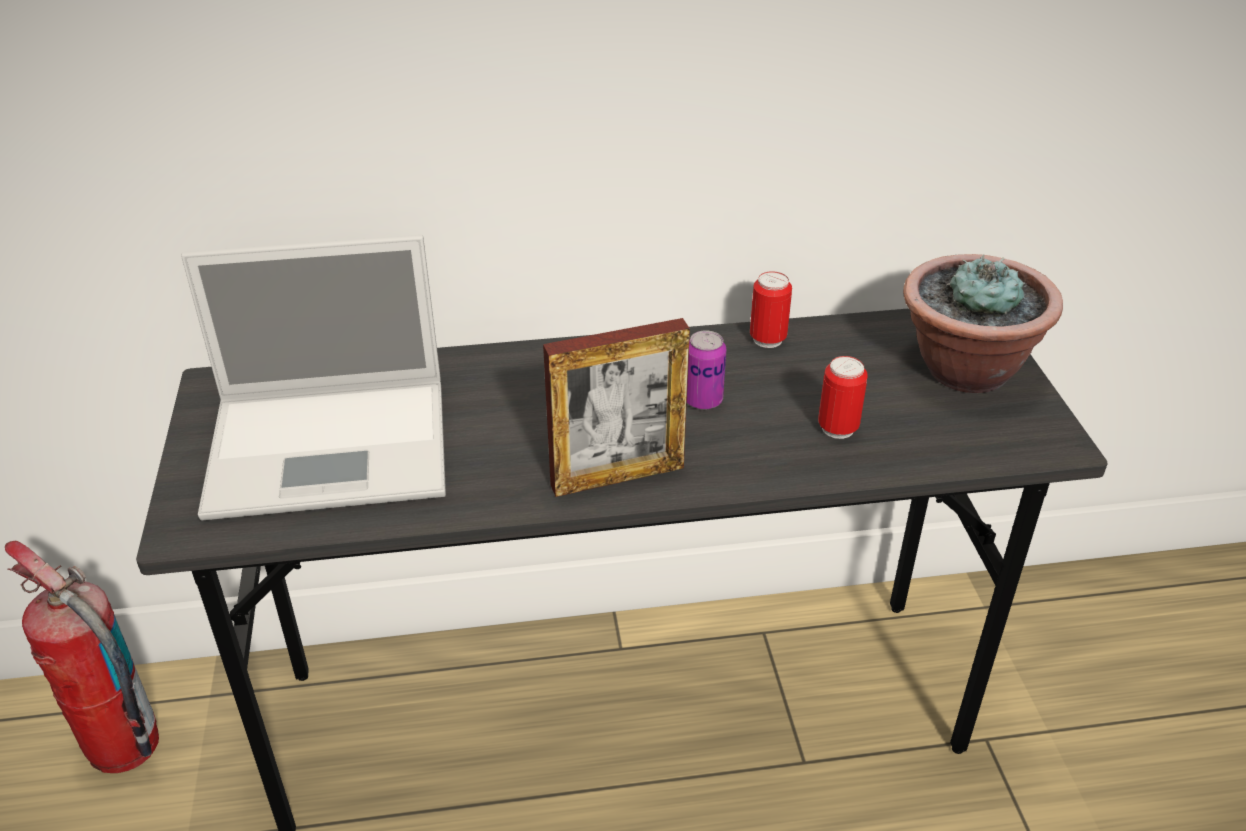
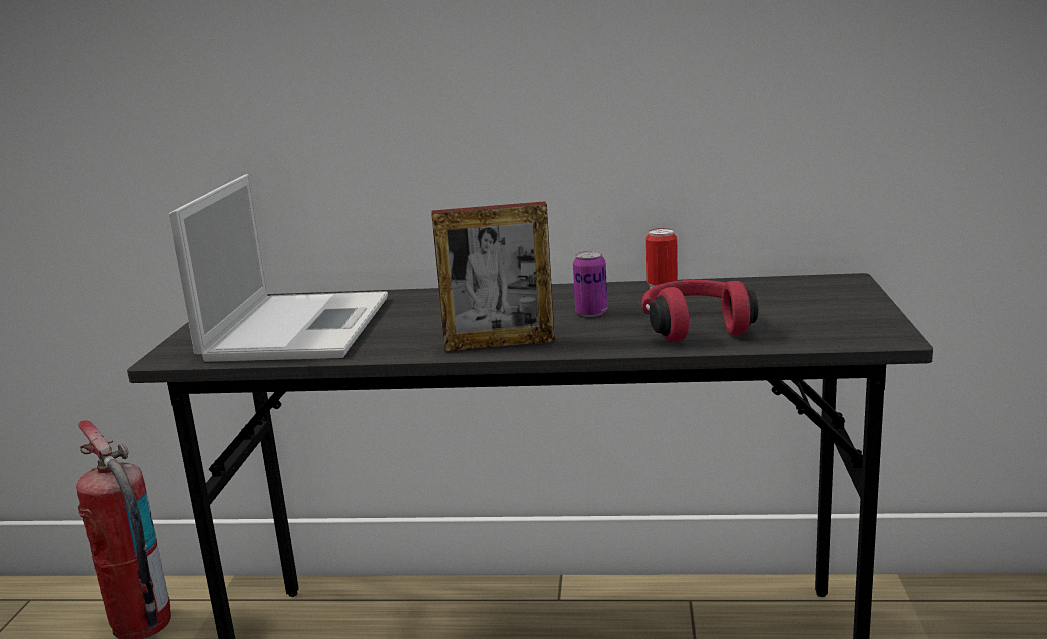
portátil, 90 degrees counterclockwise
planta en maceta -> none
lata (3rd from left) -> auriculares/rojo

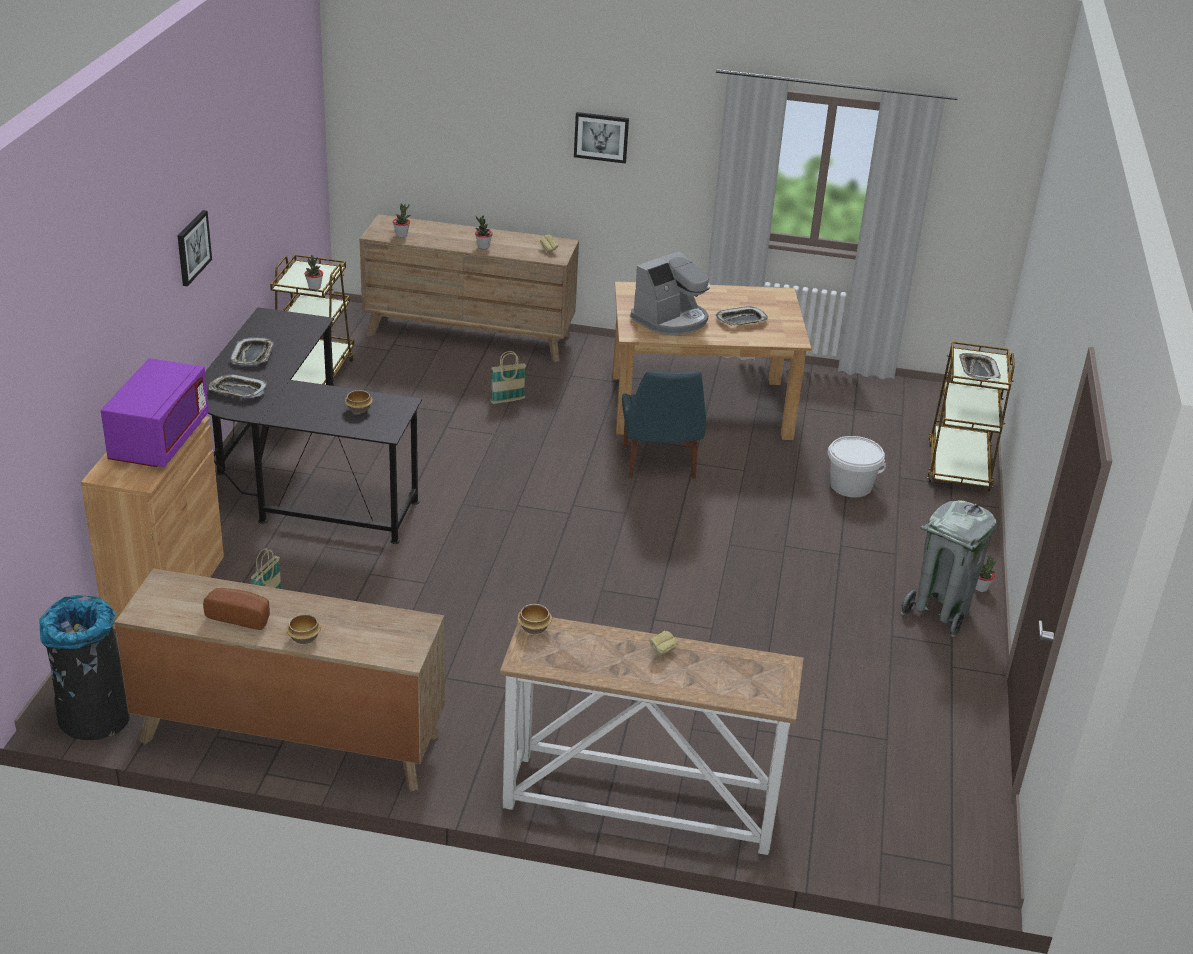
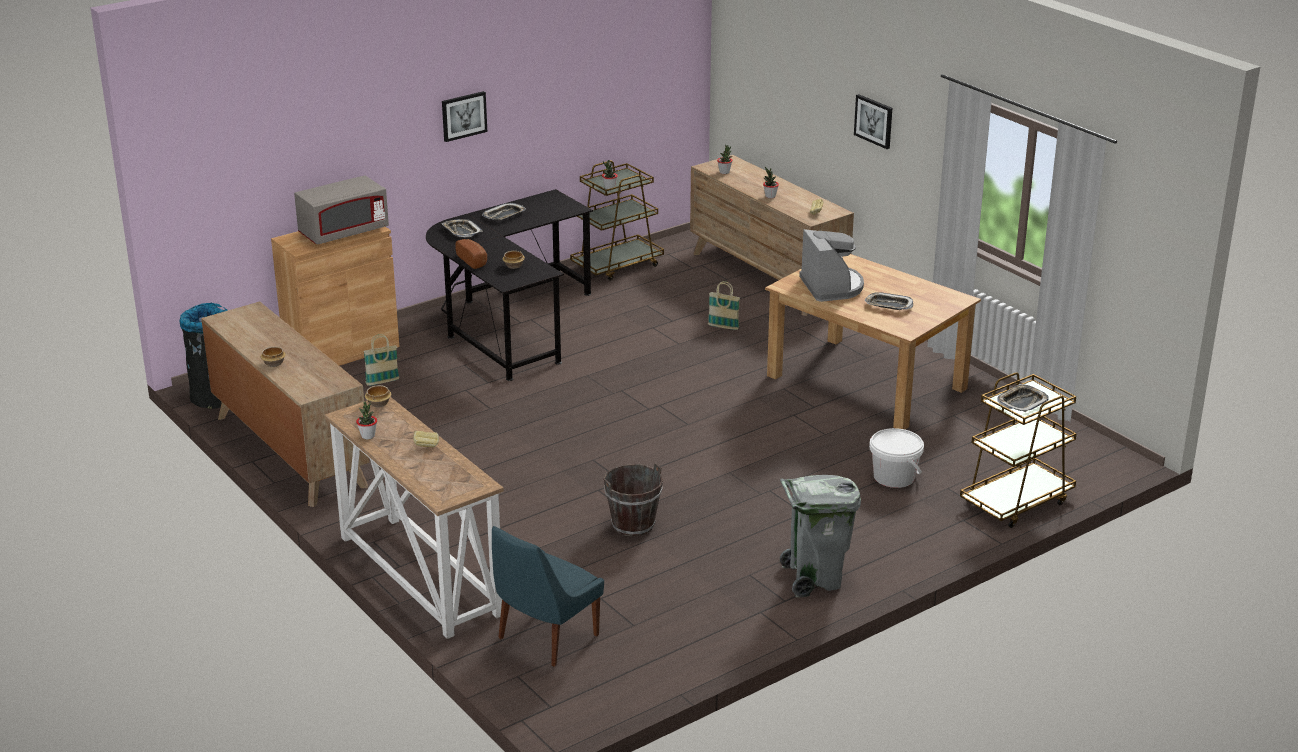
cafetera, 105 degrees counterclockwise
microondas/morado -> microondas/gris
silla/azul, moved
planta en maceta (4th from left in the first image) -> planta en maceta (1st from left), moved
pan (1st from left in the first image) -> pan (2nd from left), moved
none -> cubo/marrón

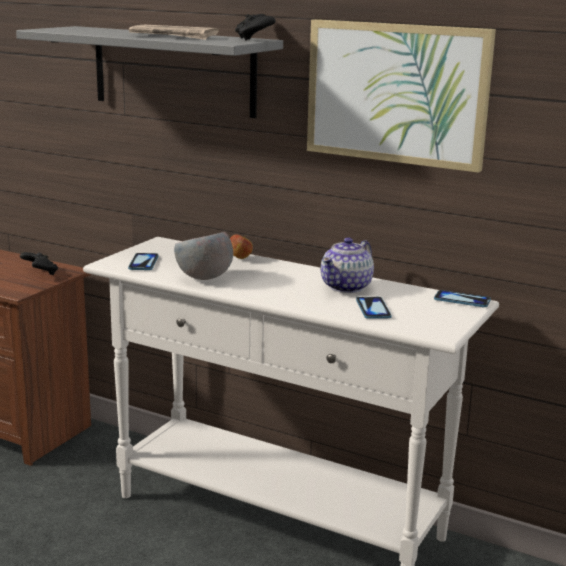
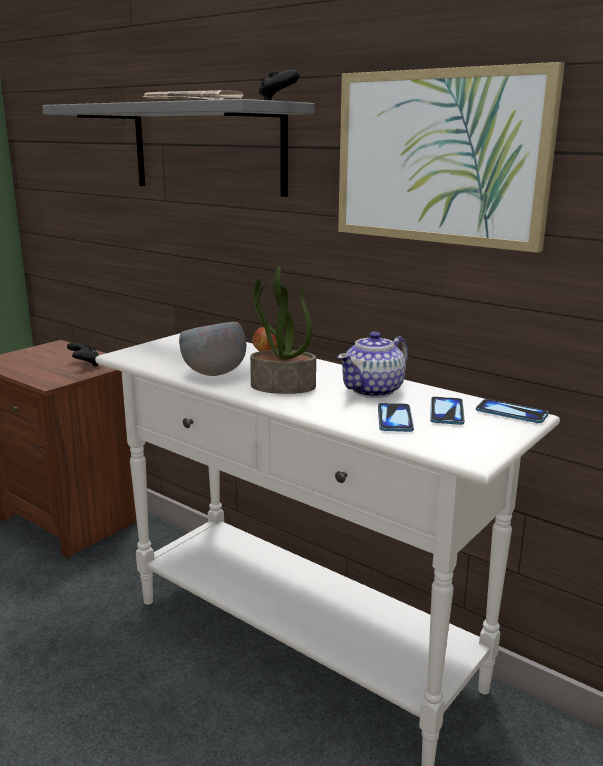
móvil (1st from left in the first image) -> móvil (2nd from left), moved
none -> planta en maceta

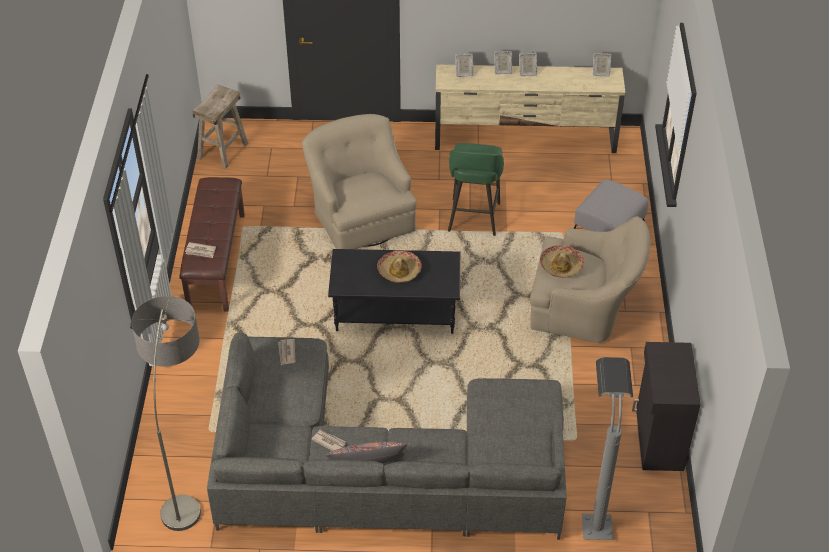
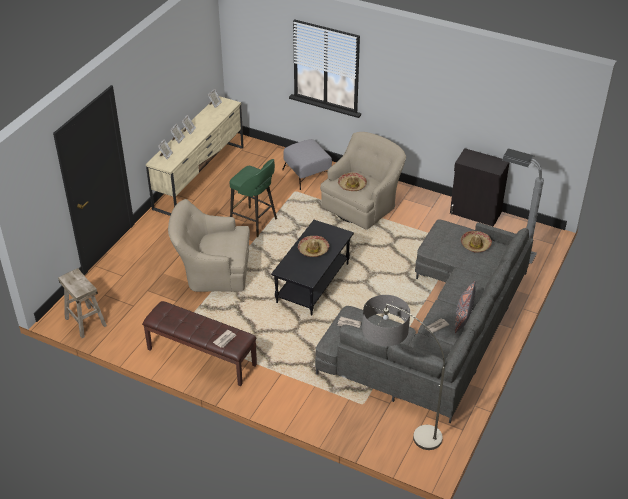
none -> sombrero (3rd from left)

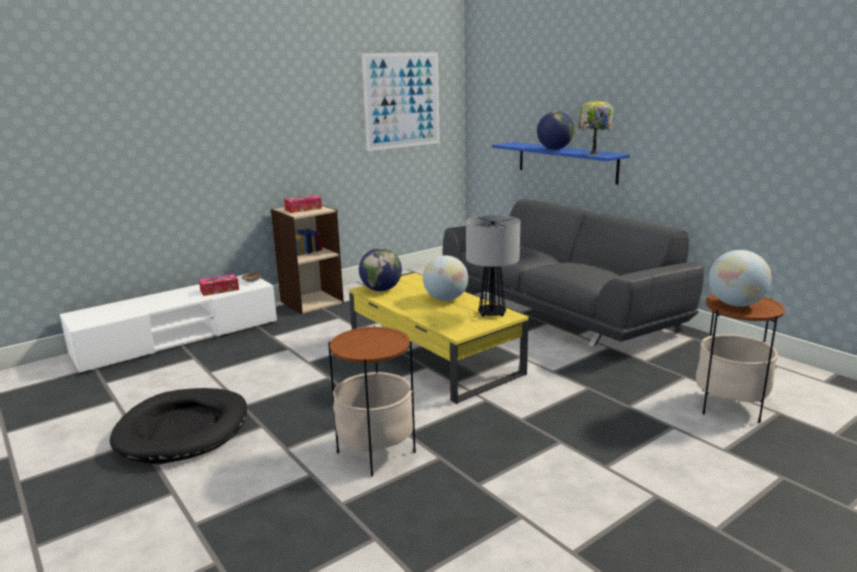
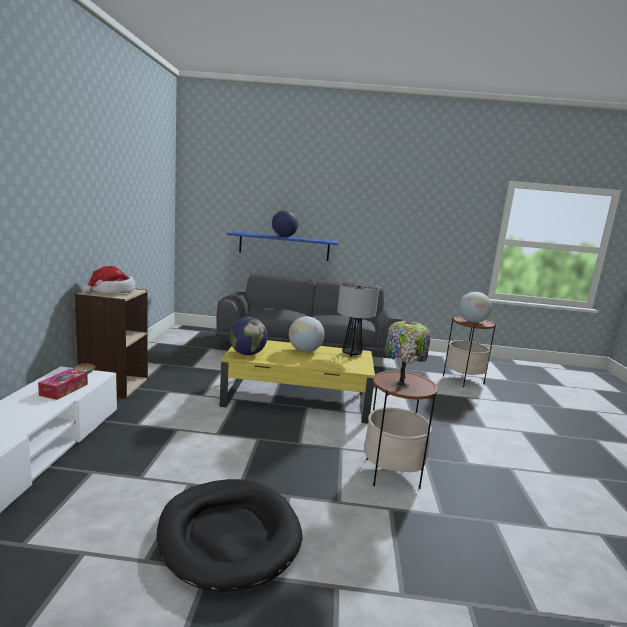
cuadro -> none
lámpara de mesa (2nd from left), moved
caja de pañuelos (2nd from left) -> sombrero

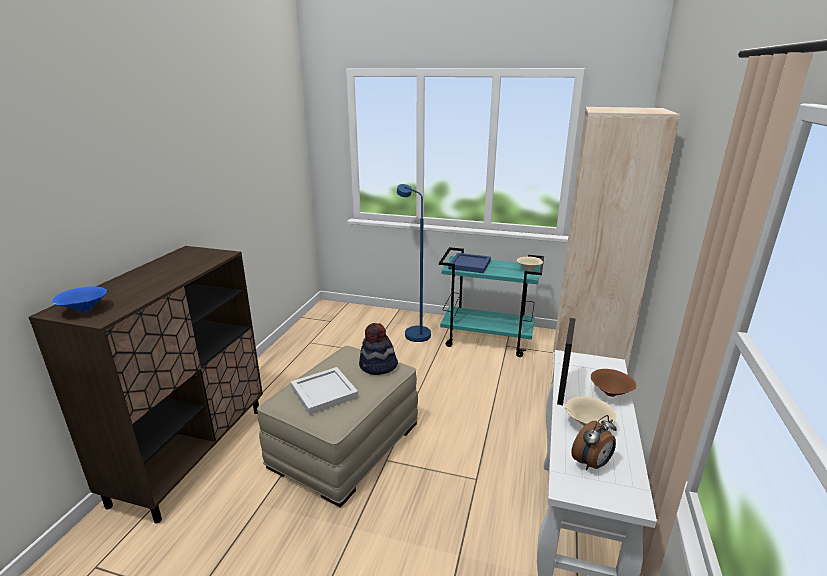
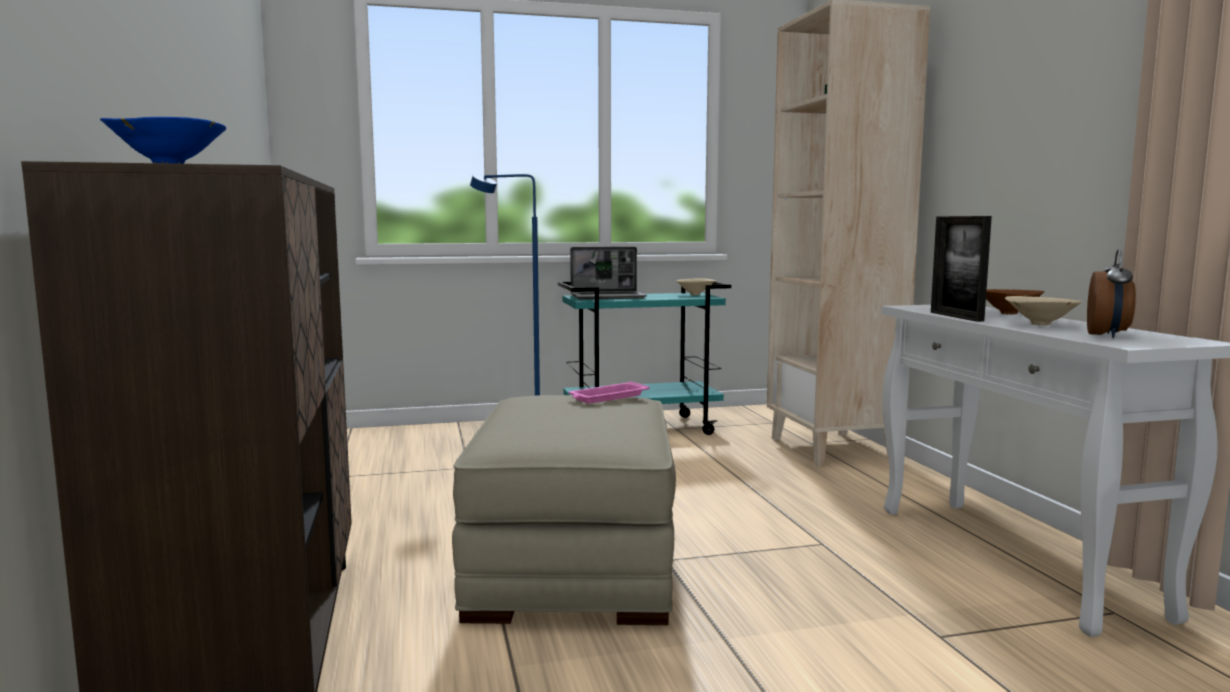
bandeja/azul -> portátil
sombrero -> bandeja/rosa
bandeja/blanco -> none

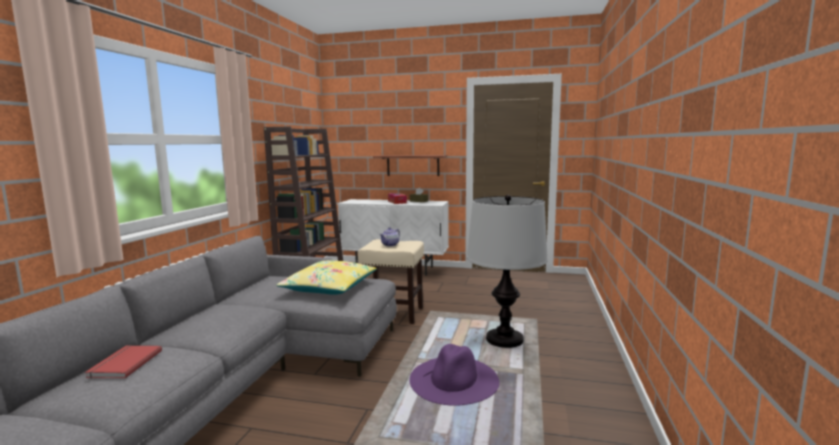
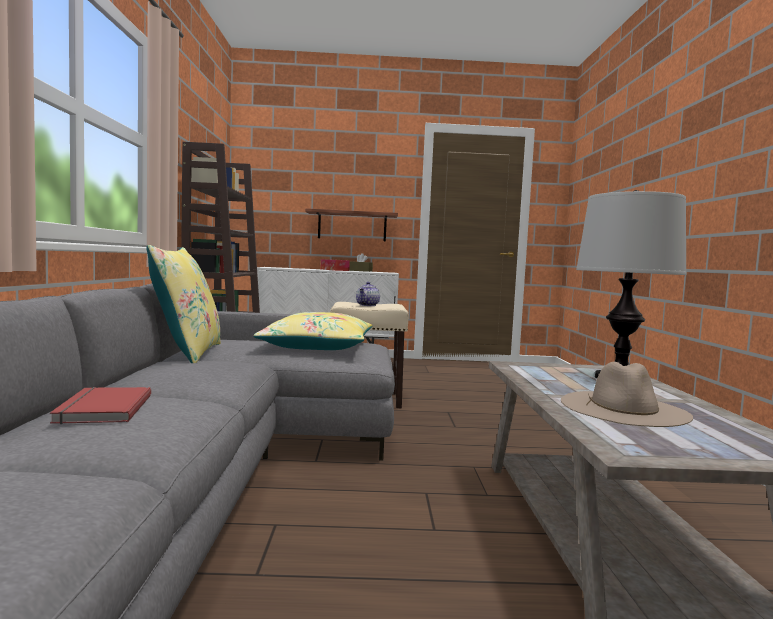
sombrero/morado -> sombrero/beis
none -> cojín/amarillo (1st from left)

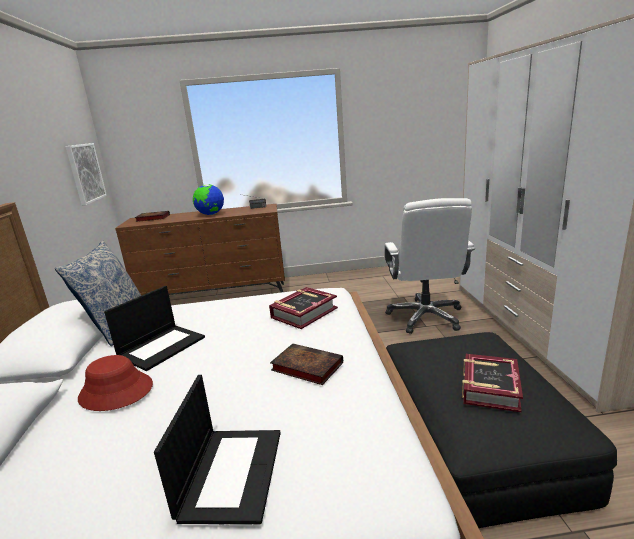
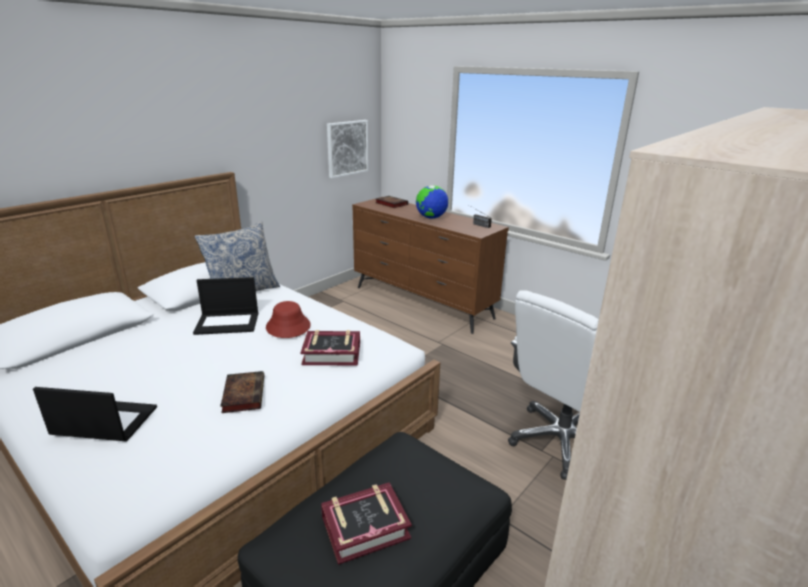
sombrero/rojo, moved
portátil (2nd from left in the first image) -> portátil (1st from left), 135 degrees counterclockwise

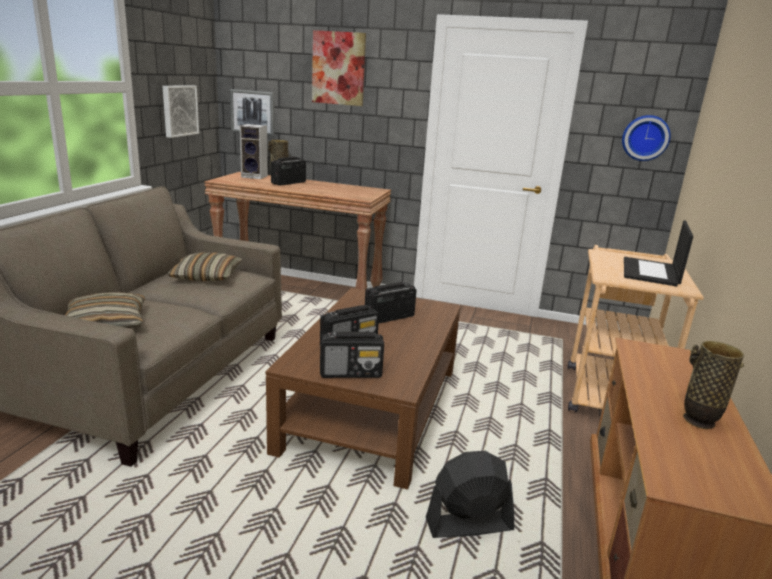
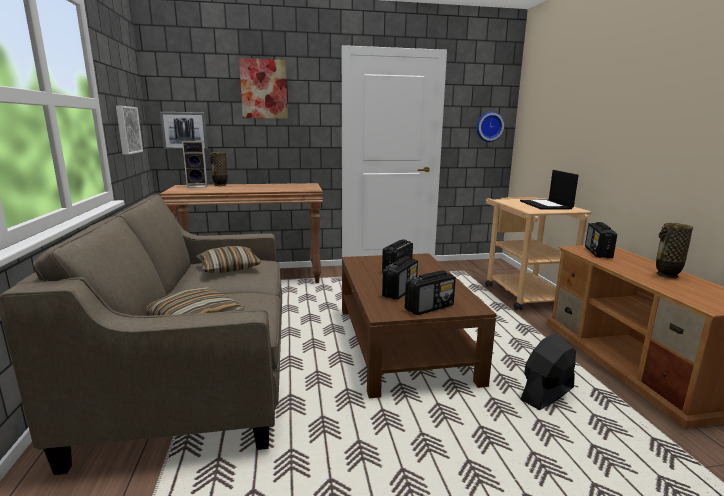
radio (1st from left in the first image) -> radio (4th from left), moved

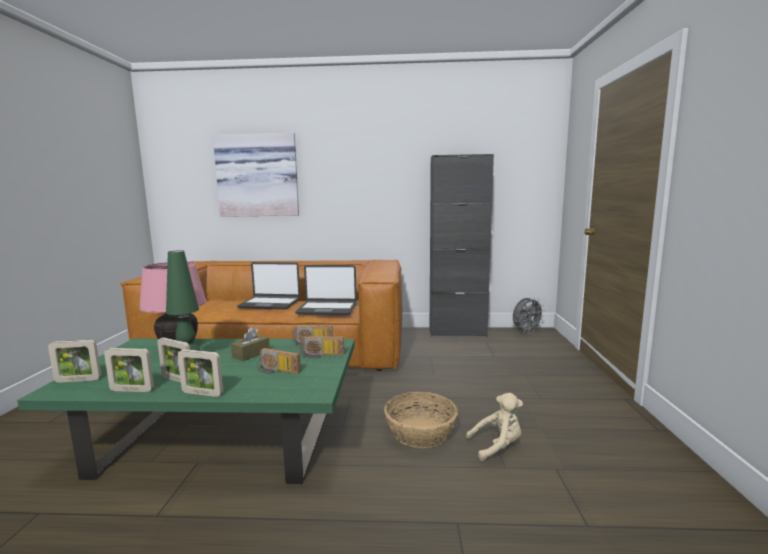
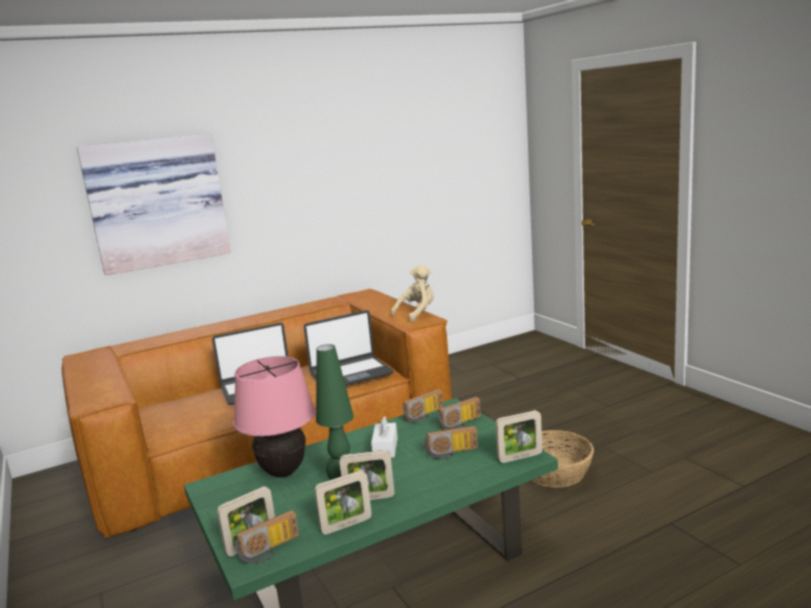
armario/negro -> none
ventilador/gris -> none
caja de pañuelos/marrón -> caja de pañuelos/blanco
portarretratos (4th from left), moved
peluche/beis, moved
none -> radio (1st from left)

